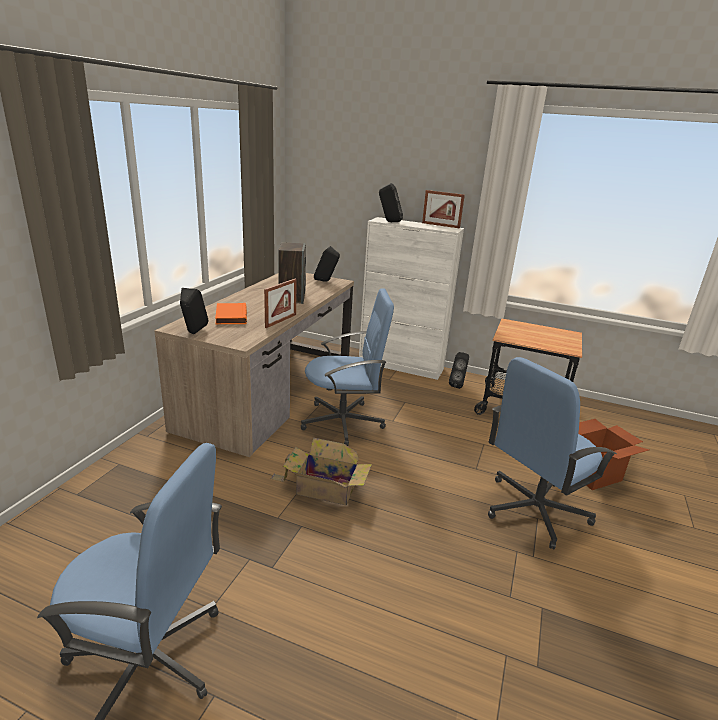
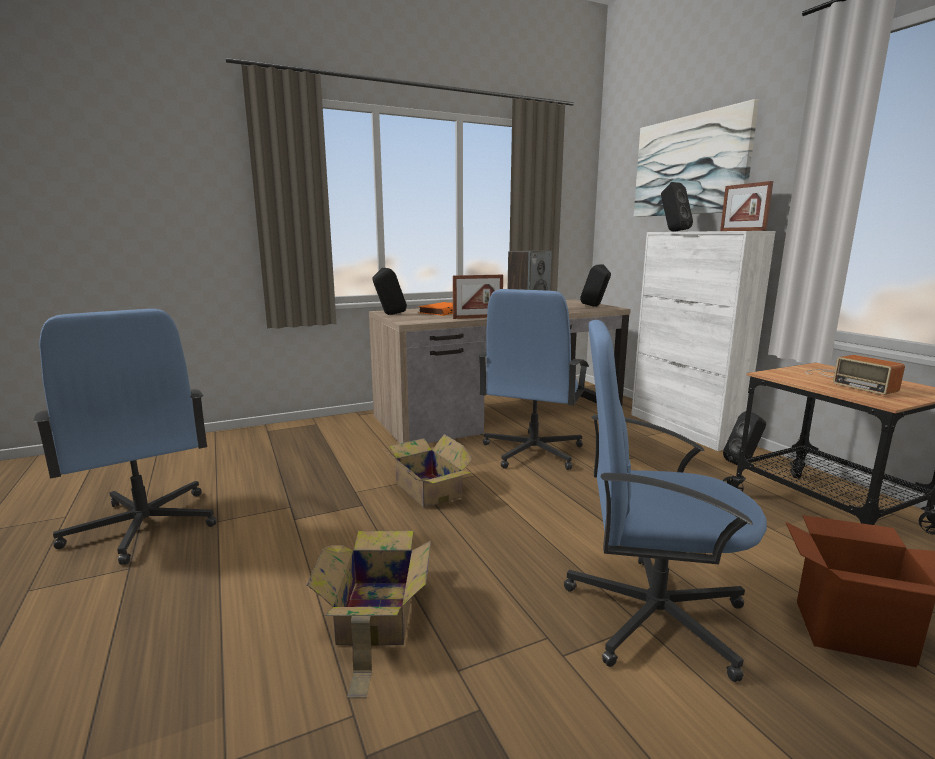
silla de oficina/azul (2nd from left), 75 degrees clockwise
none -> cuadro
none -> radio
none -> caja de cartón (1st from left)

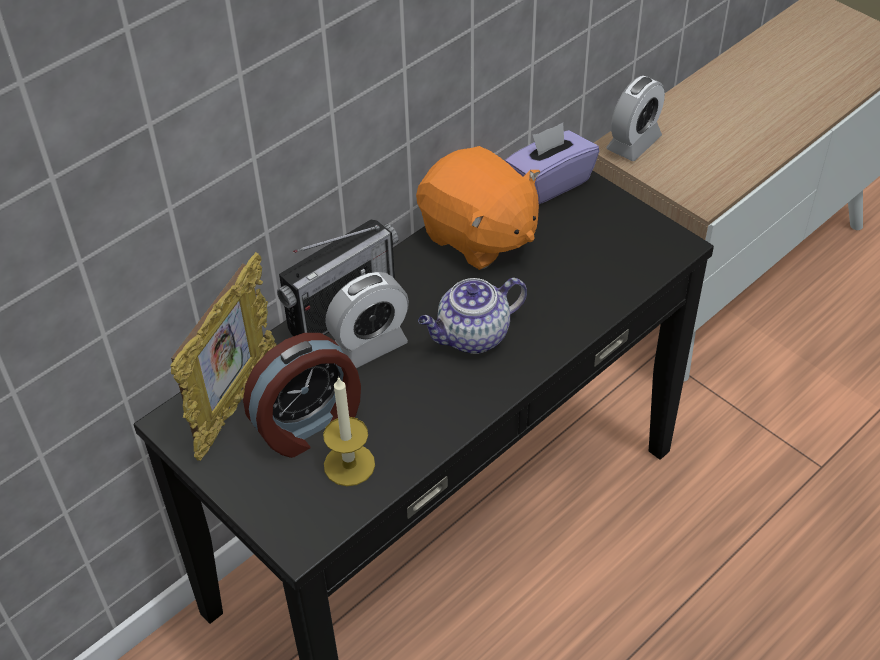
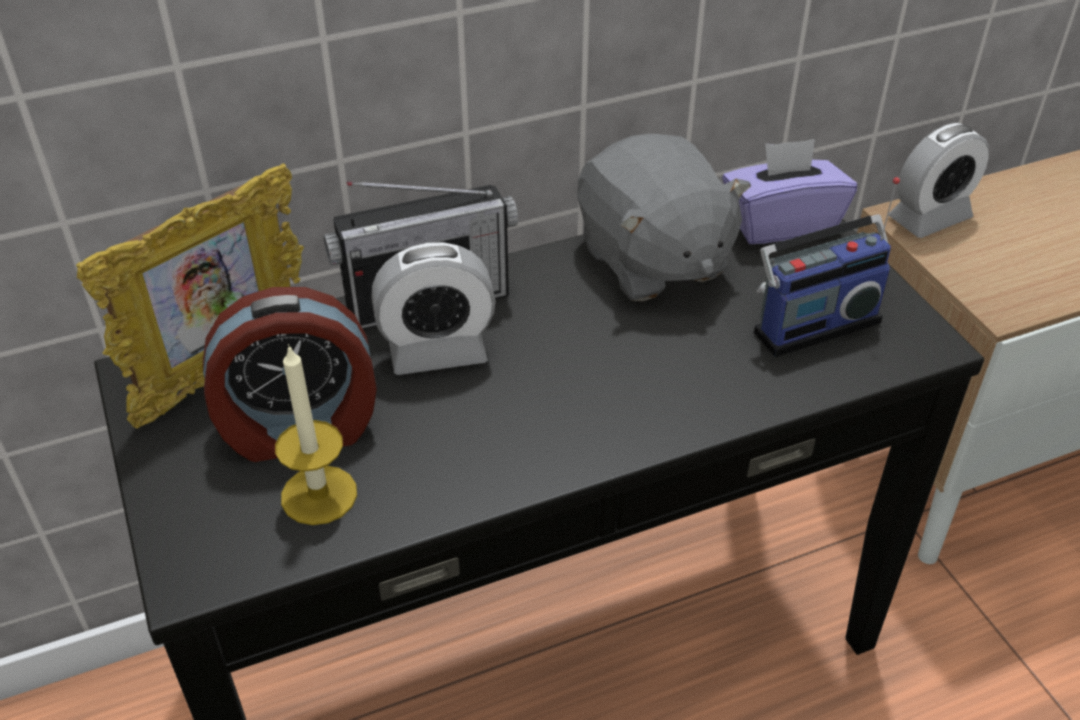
peluche/naranja -> peluche/gris
tetera -> none
none -> radio (2nd from left)

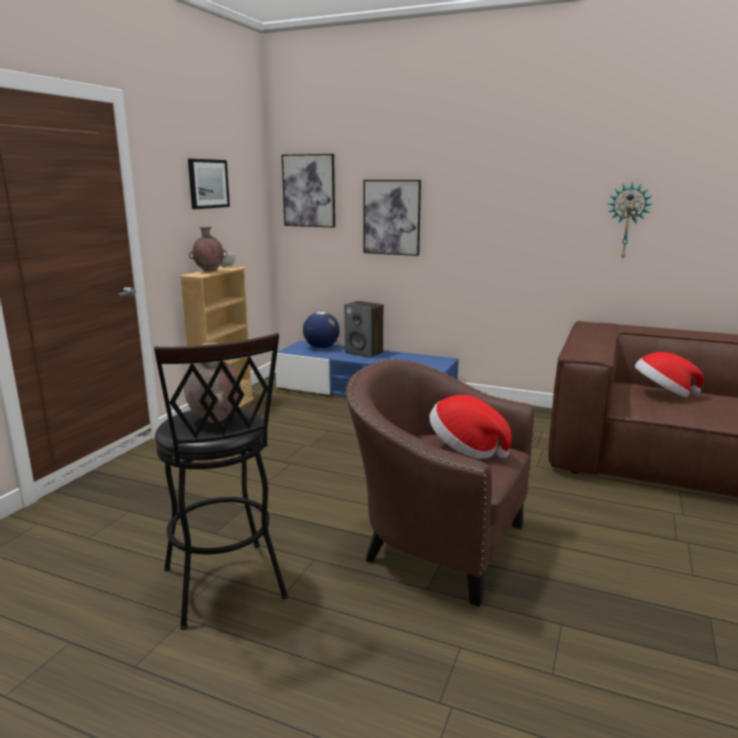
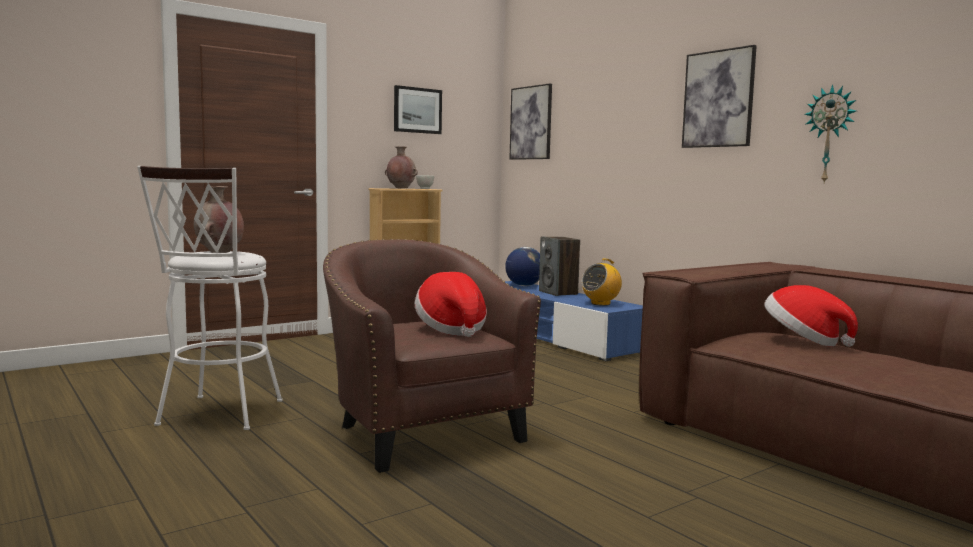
cuadro (3rd from left), moved
taburete/negro -> taburete/blanco
none -> radio

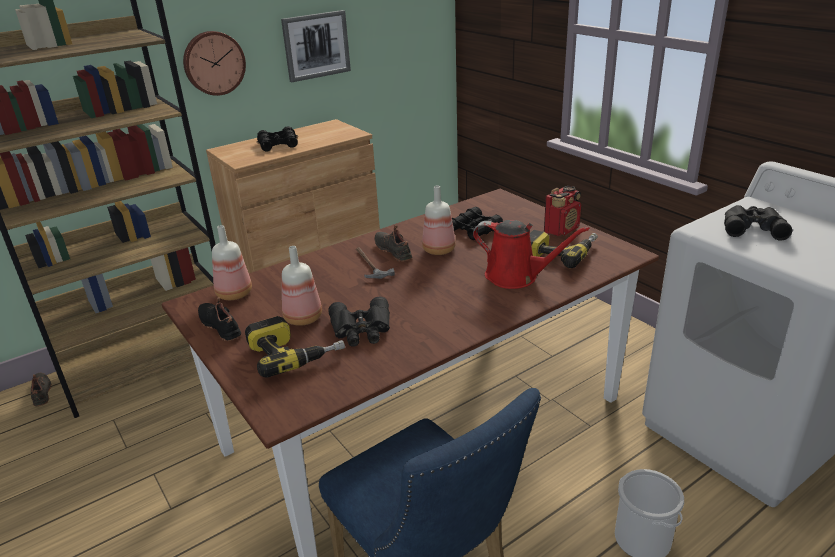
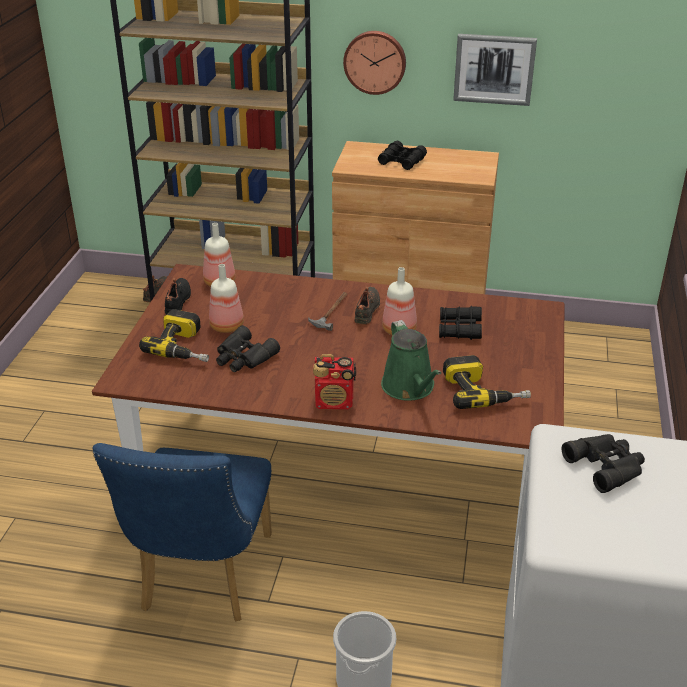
radio, moved
regadera/rojo -> regadera/verde

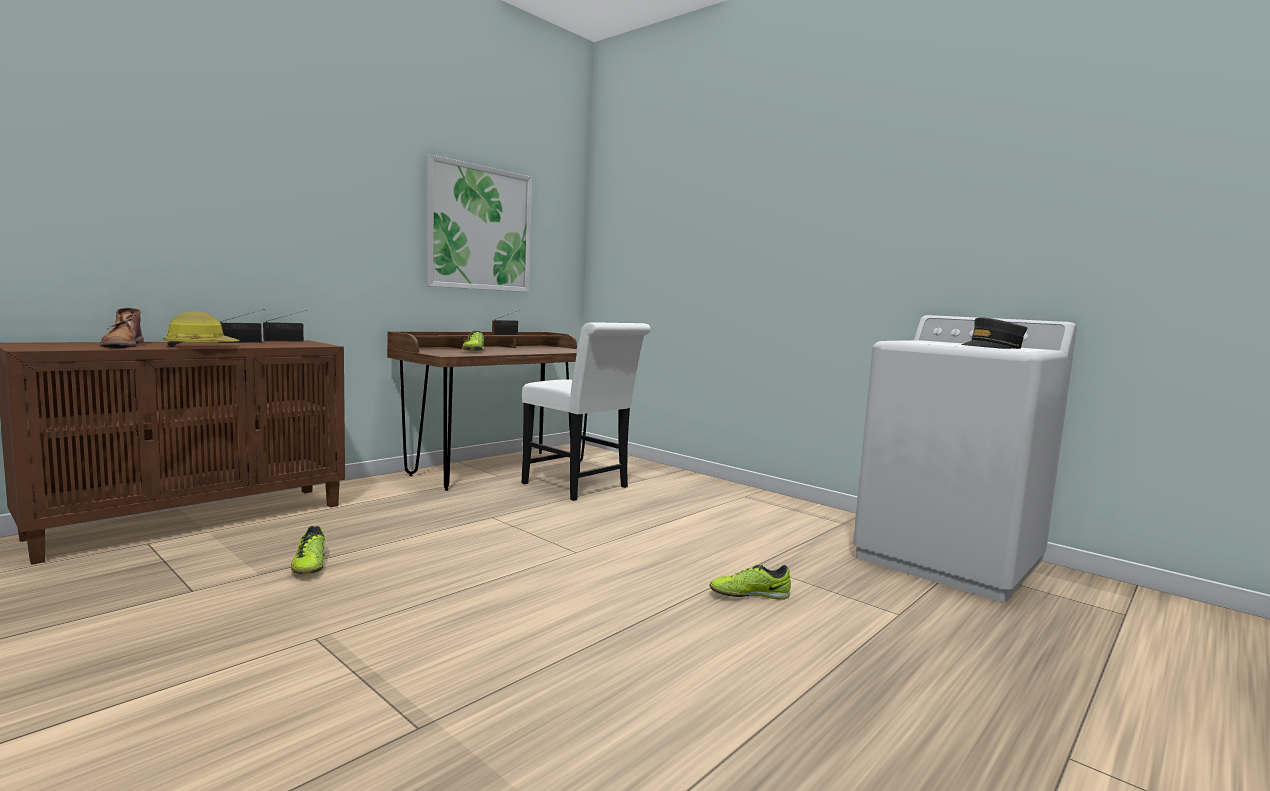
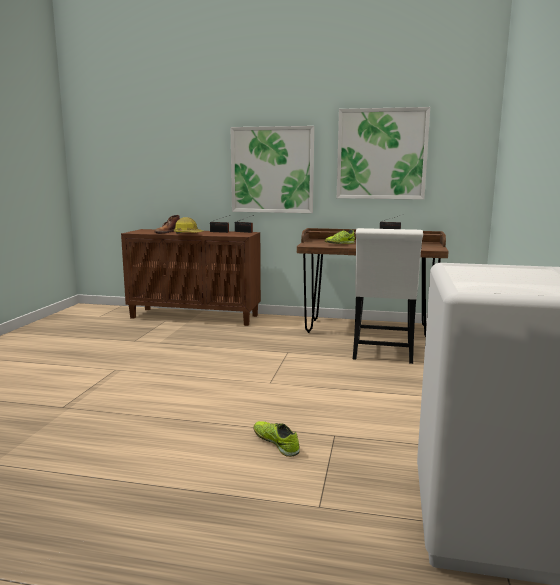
gorra/gris -> none
zapato (1st from left) -> none
none -> cuadro (1st from left)

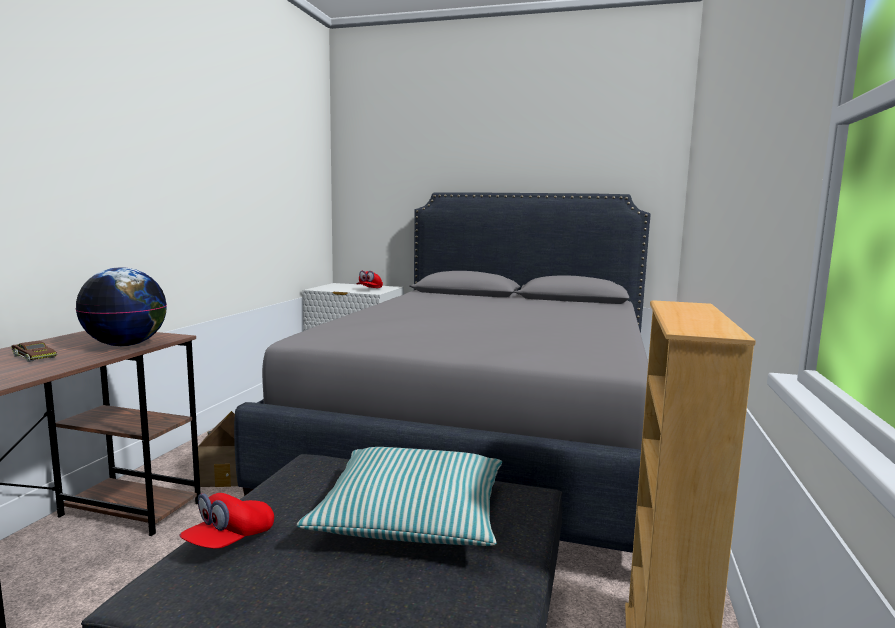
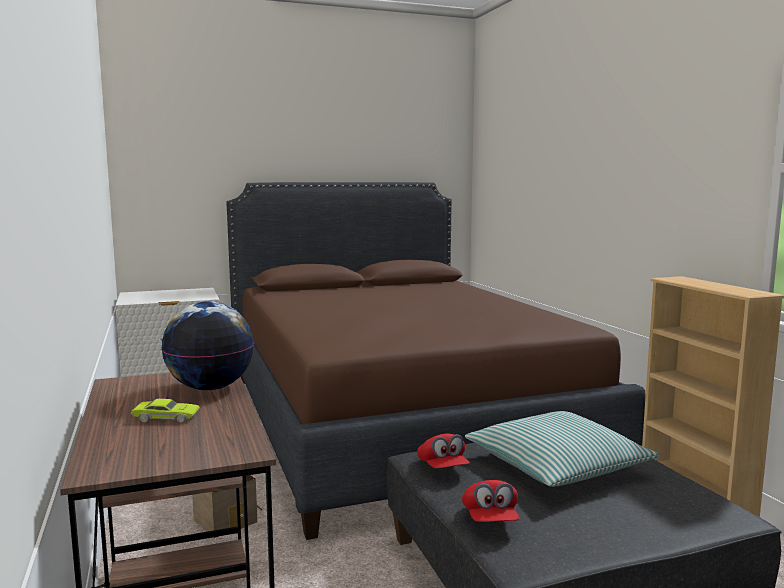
cama/gris -> cama/marrón
gorra/rojo (2nd from left in the first image) -> gorra/rojo (1st from left), moved
coche de juguete/marrón -> coche de juguete/verde

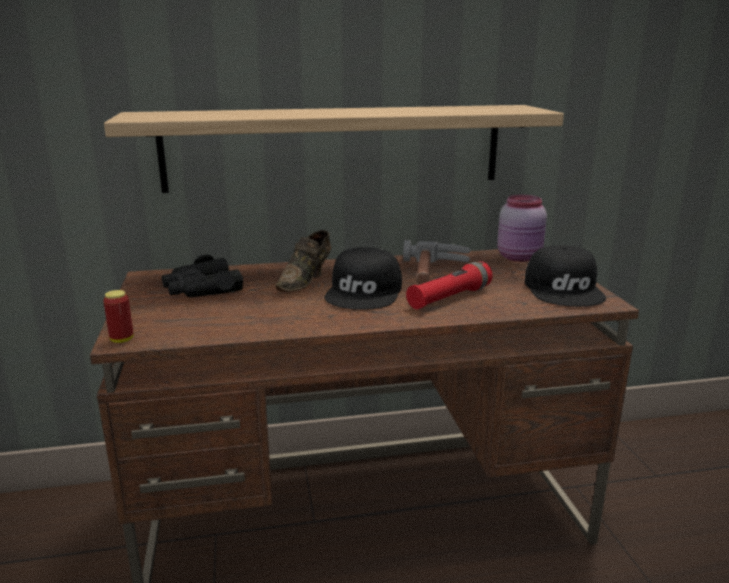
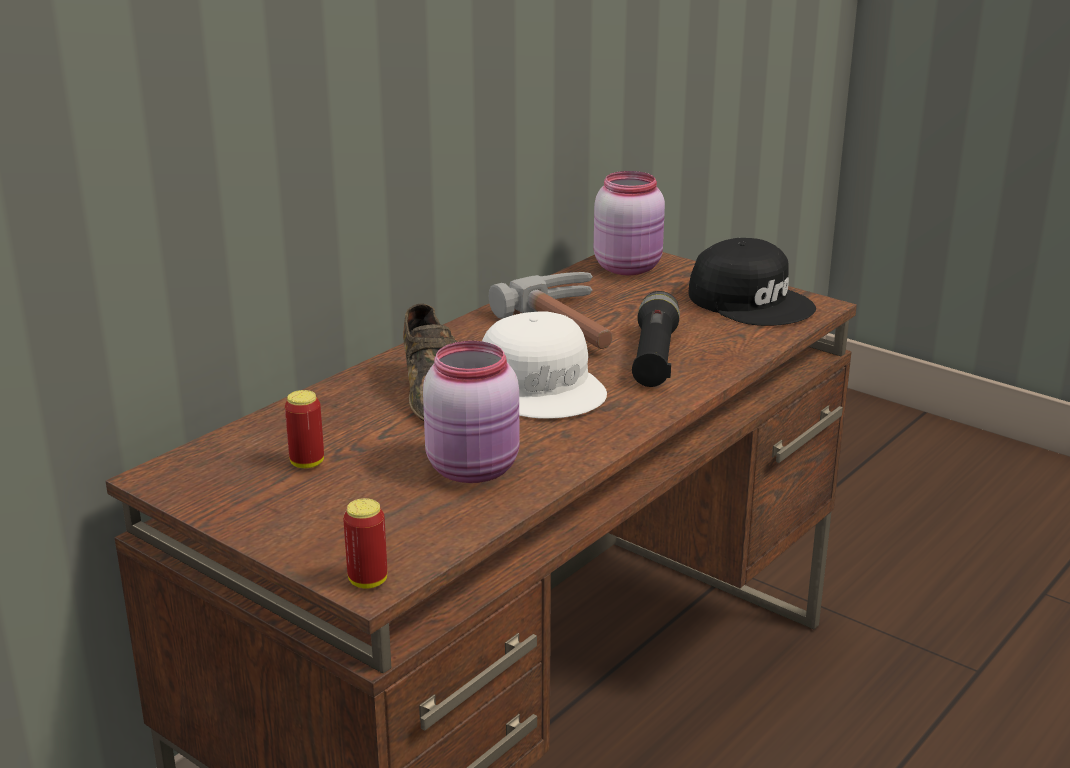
estante -> none
gorra/negro (1st from left) -> gorra/blanco
prismáticos/negro -> lata (1st from left)
linterna/rojo -> linterna/negro
none -> tarro/rosa (1st from left)

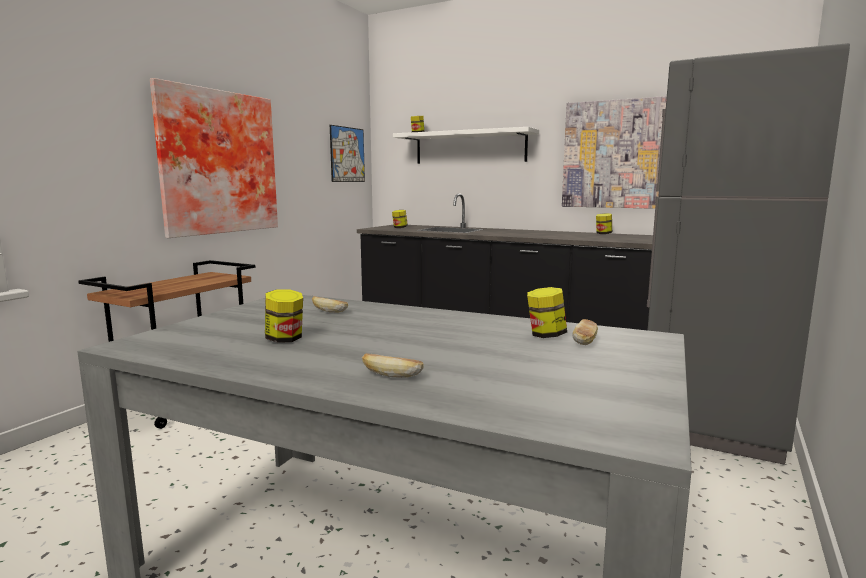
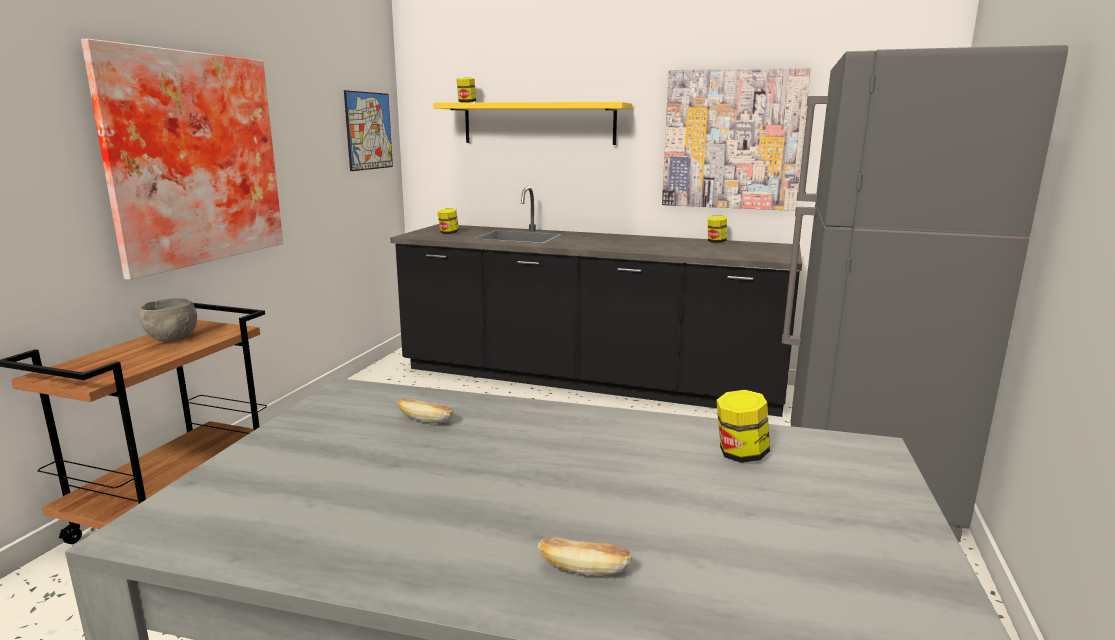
estante/blanco -> estante/amarillo
tarro (1st from left) -> none
pan (3rd from left) -> none
none -> cuenco/gris

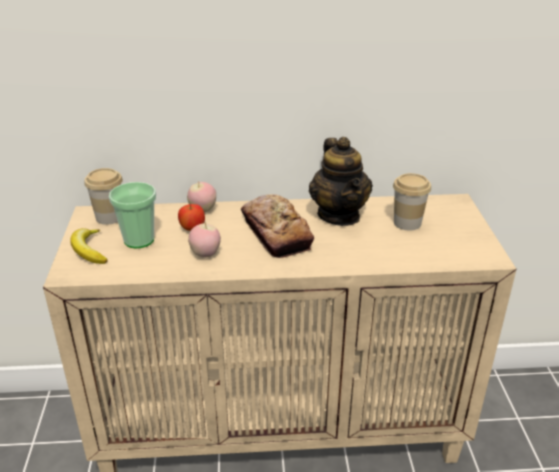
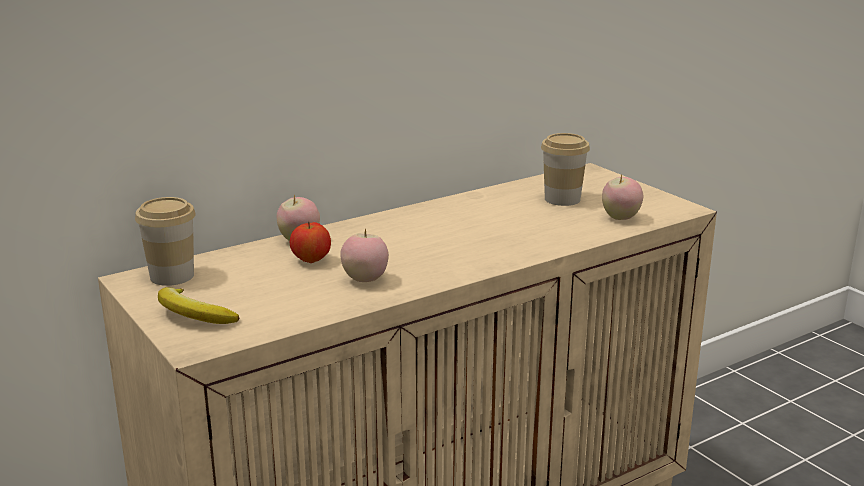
tetera -> none
taza (2nd from left) -> none
pan -> none
none -> manzana (4th from left)

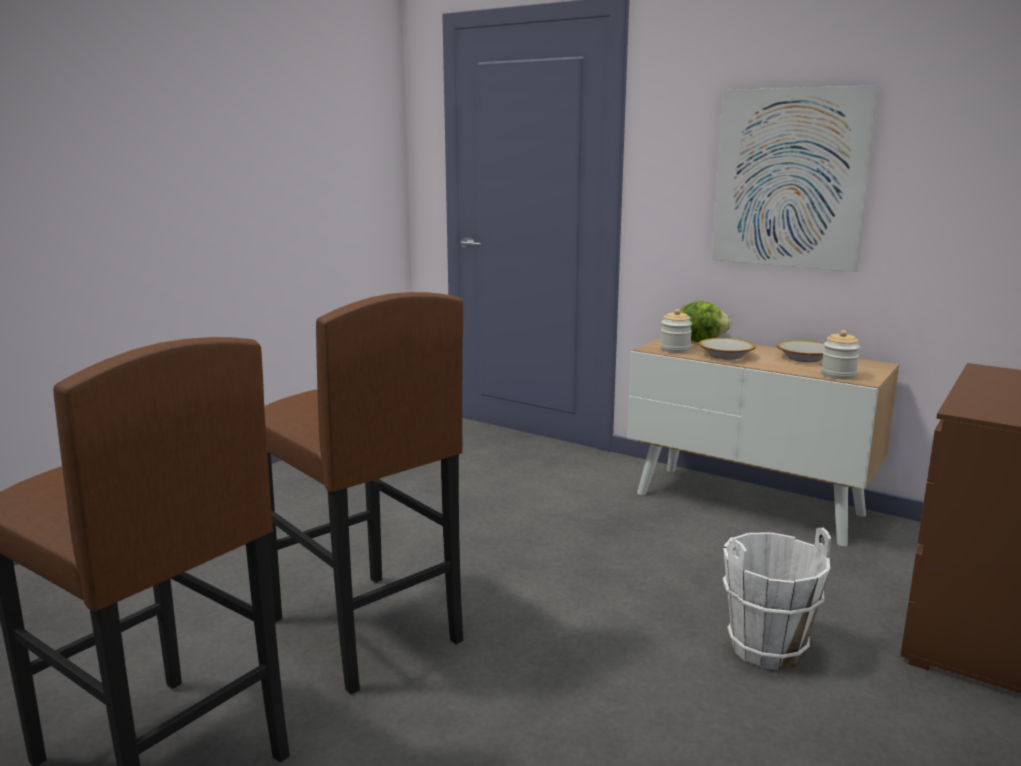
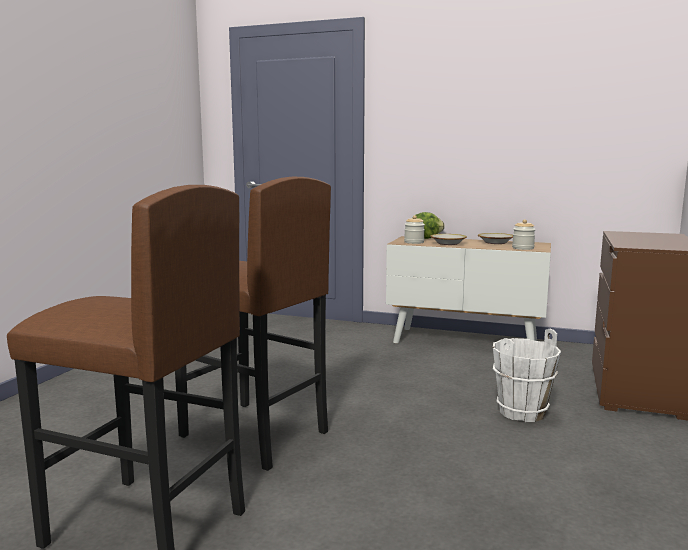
cuadro -> none

